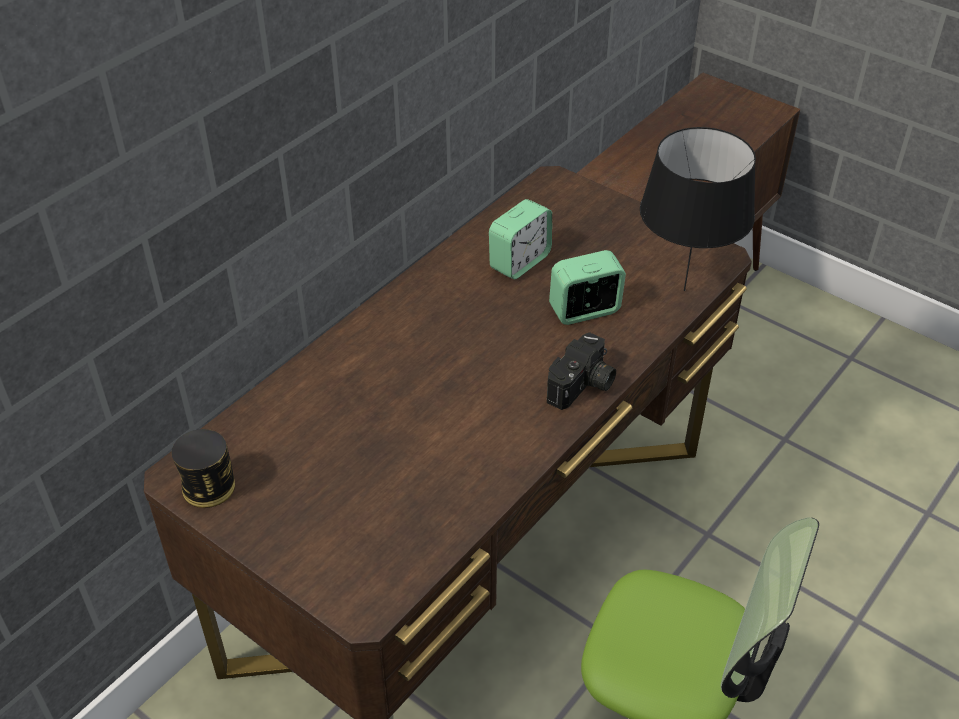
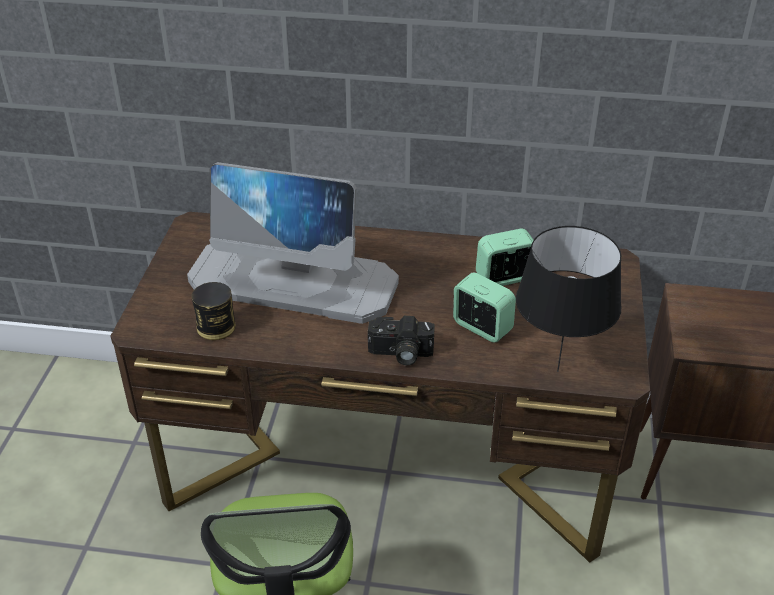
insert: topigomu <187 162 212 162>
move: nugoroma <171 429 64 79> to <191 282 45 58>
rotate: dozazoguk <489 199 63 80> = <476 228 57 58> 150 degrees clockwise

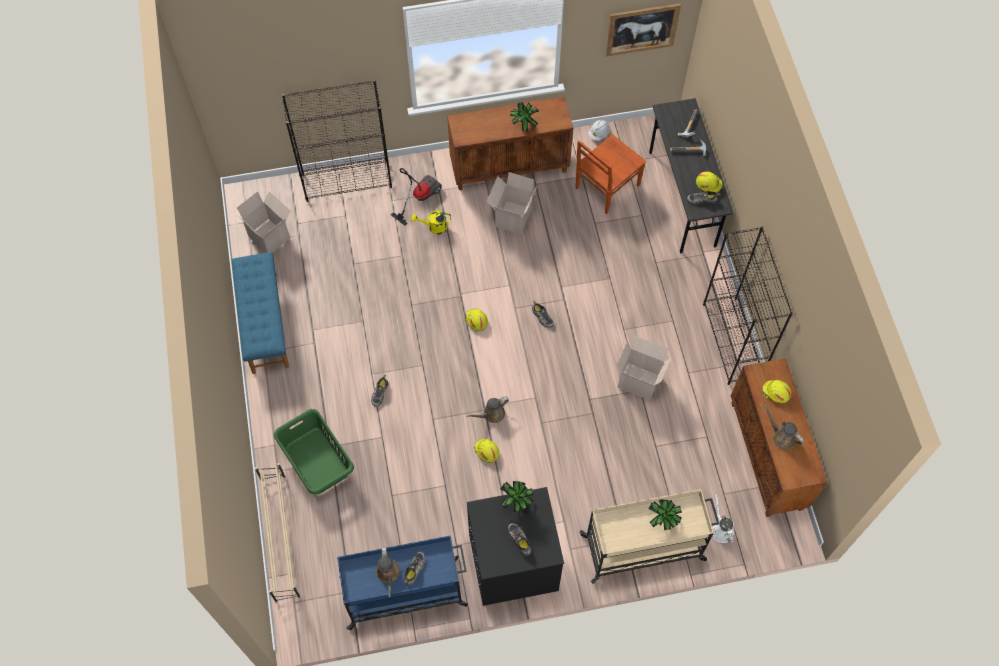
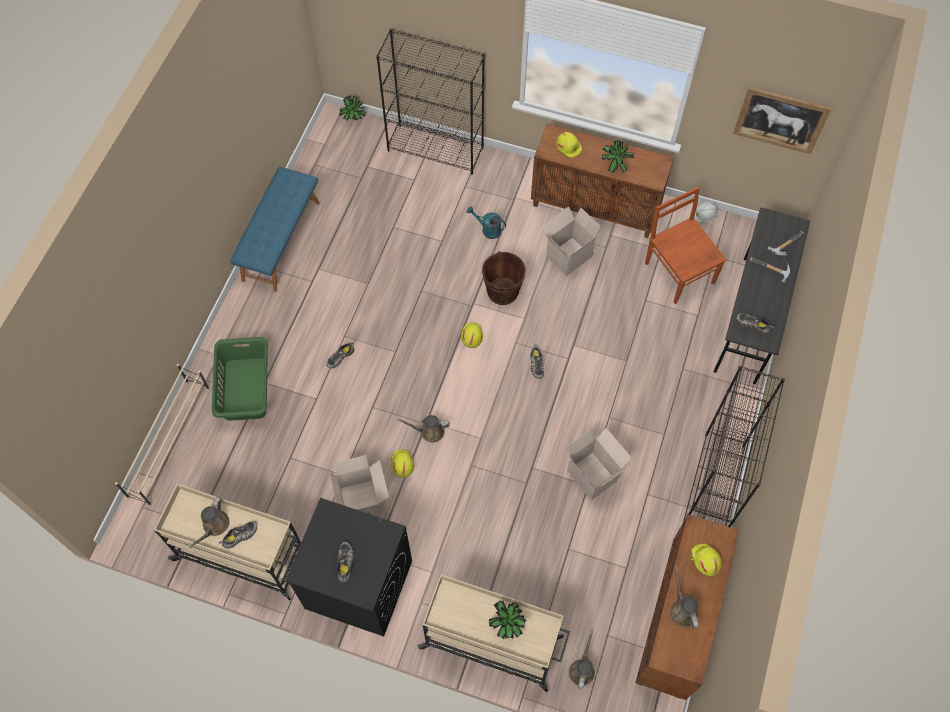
delete: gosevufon <391 168 51 58>
insert: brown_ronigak <482 251 44 54>
move: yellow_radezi <696 171 27 22> to <556 132 27 27>; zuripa <237 191 54 62> to <329 455 60 62>; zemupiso <501 481 32 31> to <339 95 27 26>
recolor: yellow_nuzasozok <412 210 39 25> to turquoise_nuzasozok <467 206 39 33>; white_nuzasozok <712 493 22 50> to brown_nuzasozok <569 629 26 60>; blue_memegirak <337 536 131 94> to beige_memegirak <154 484 147 117>
rotate: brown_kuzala <575 134 71 80> = <645 187 81 117> 75 degrees clockwise

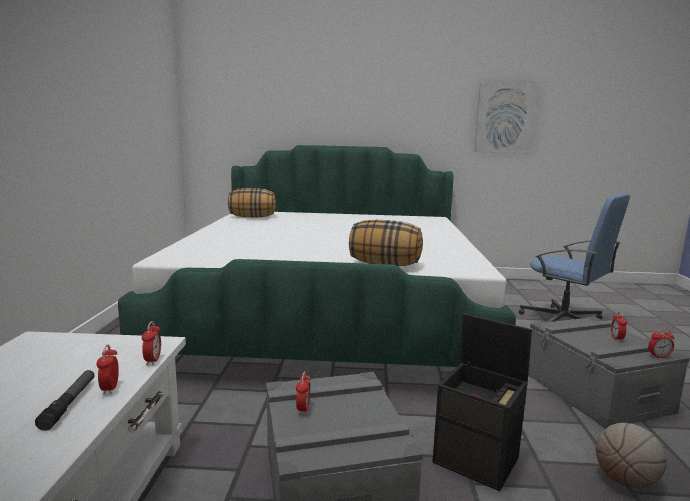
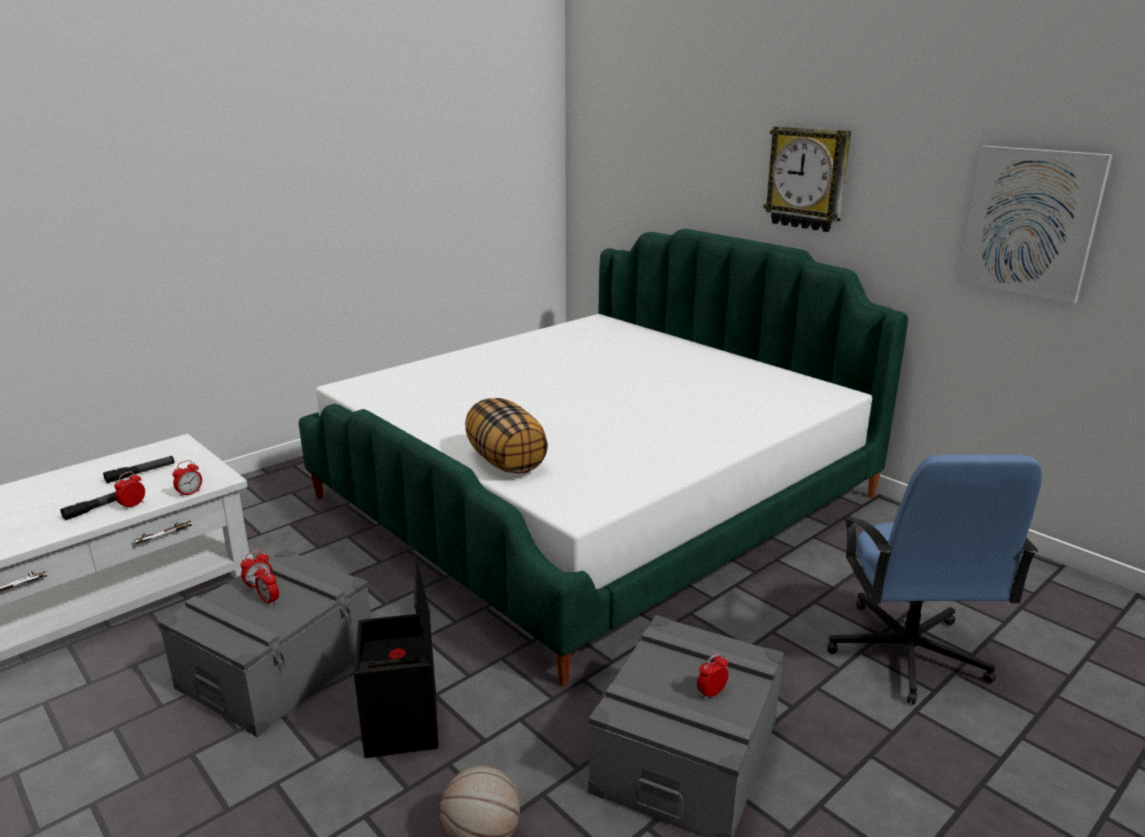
delete: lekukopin <228 188 48 29>
insert: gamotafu <763 126 88 106>; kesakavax <103 456 72 27>
move: dozazoguk <648 328 26 30> to <254 565 25 41>

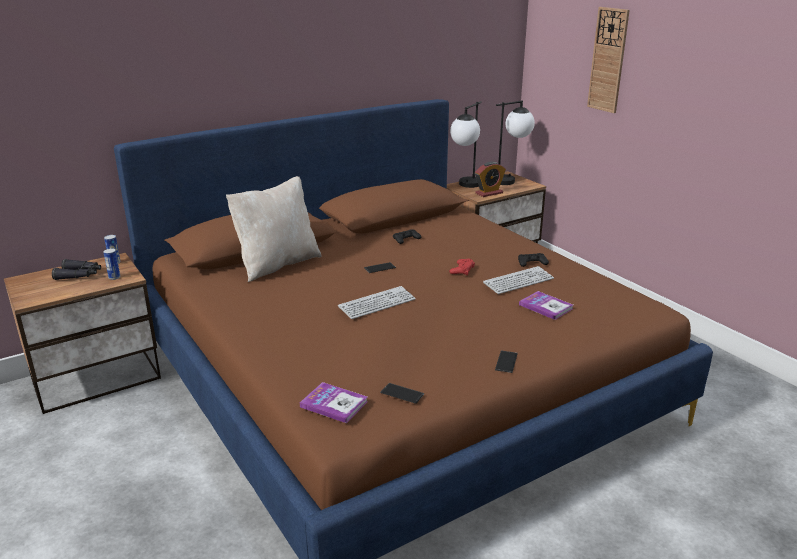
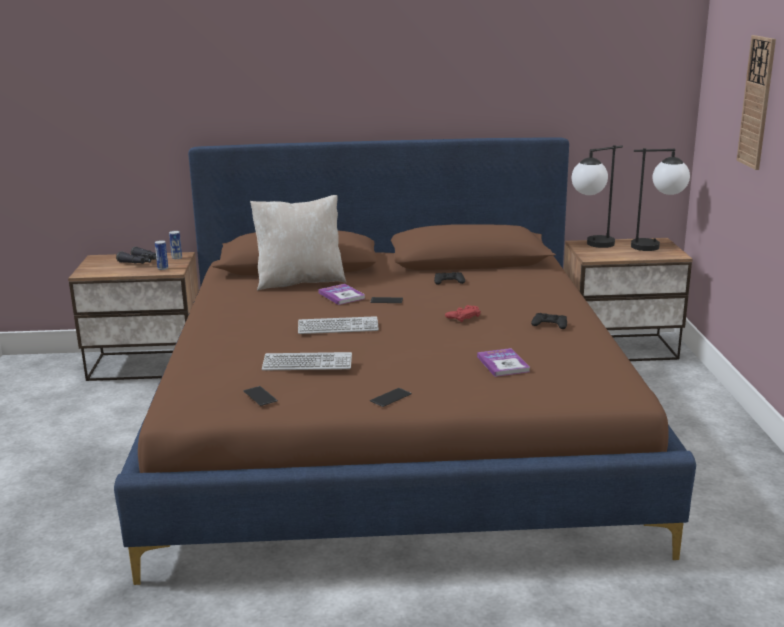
delete: dozazoguk <475 162 31 35>
move: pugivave <483 266 71 28> to <262 352 90 19>; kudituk <300 382 68 41> to <318 284 47 21>

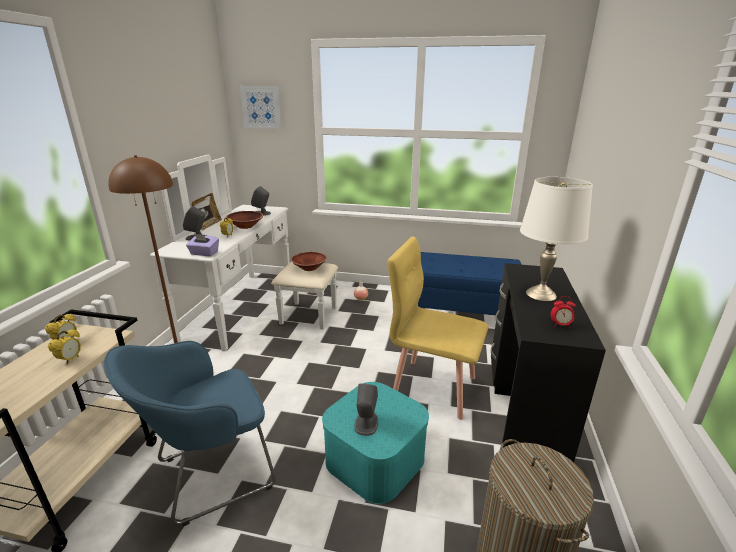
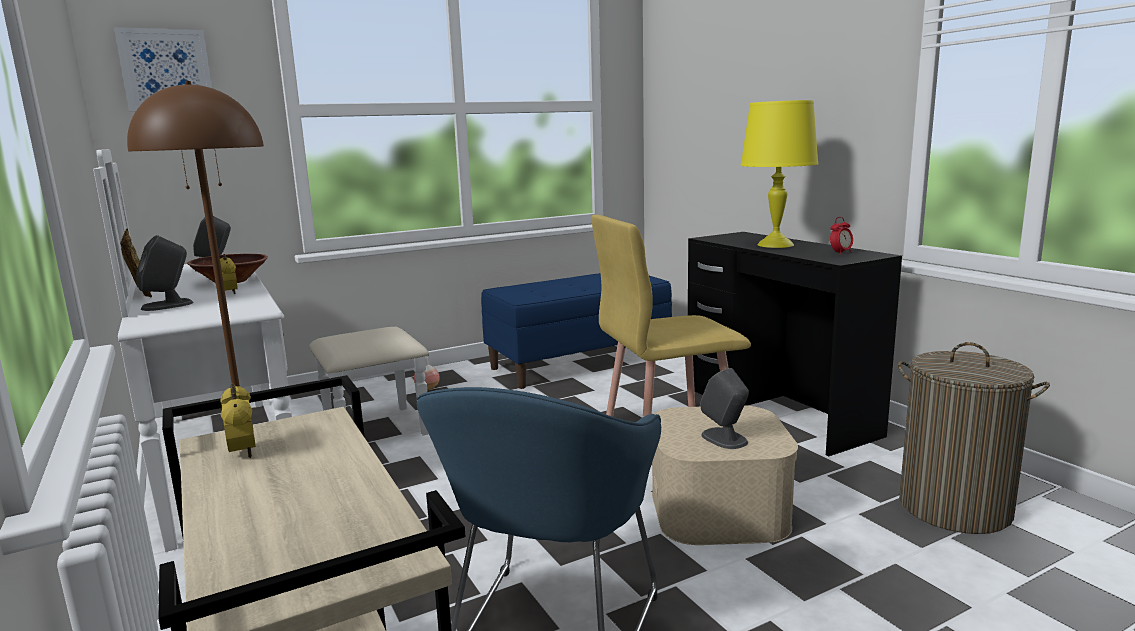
delete: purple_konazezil <186 234 33 22>; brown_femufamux <291 252 36 19>; dozazoguk <48 329 33 35>
recolor: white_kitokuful <520 177 73 124> to yellow_kitokuful <740 100 79 148>; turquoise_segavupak <322 382 107 122> to beige_segavupak <652 405 146 140>

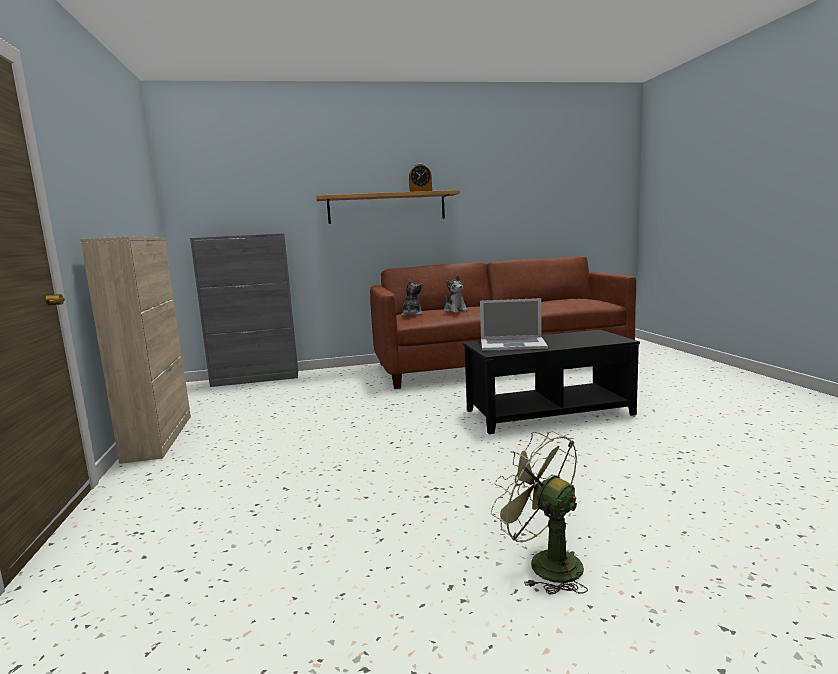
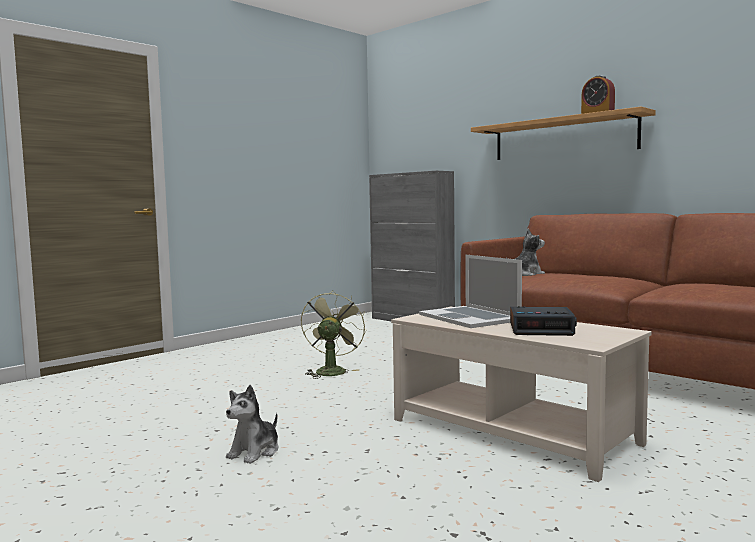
delete: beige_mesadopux <80 237 111 227>
insert: dozazoguk <510 306 67 30>
move: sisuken <444 275 24 38> to <226 385 52 79>; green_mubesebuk <491 431 97 163> to <301 290 65 89>
recolor: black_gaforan <463 330 177 104> to beige_gaforan <391 307 261 175>

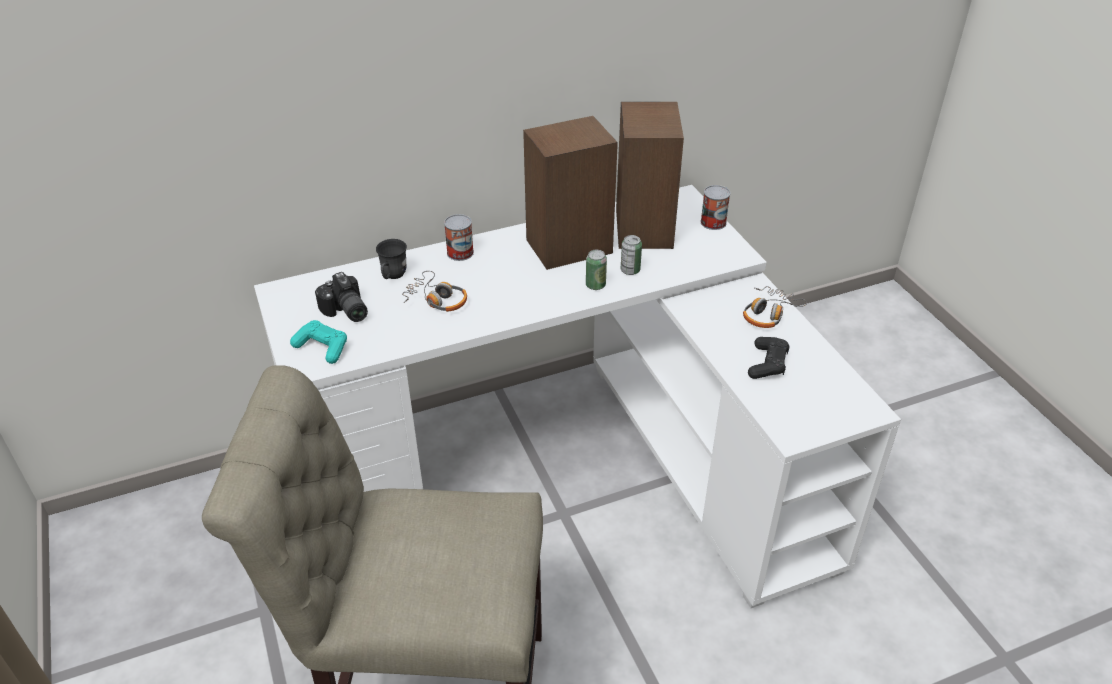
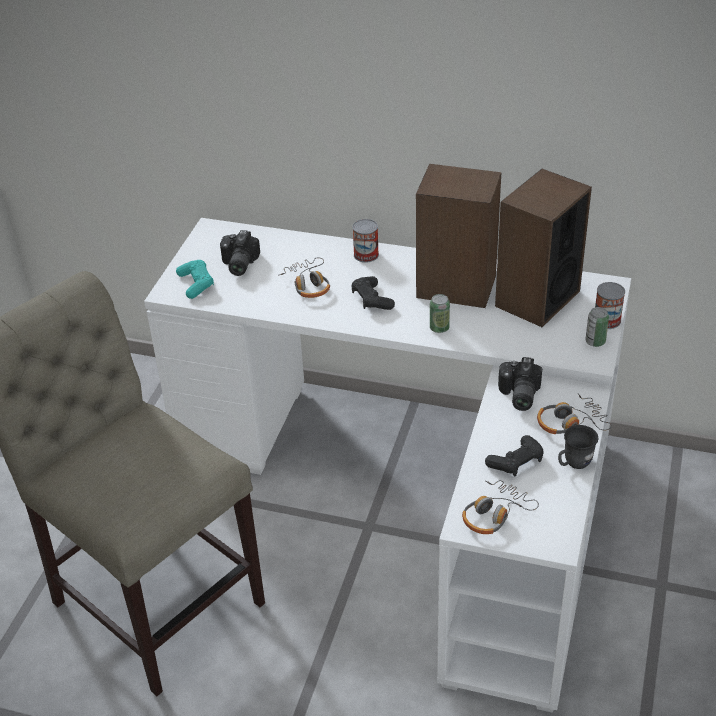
insert: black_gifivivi <351 276 44 34>; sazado <498 357 44 54>; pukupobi <462 480 77 54>
move: nugoroma <621 235 21 40> to <585 307 24 40>; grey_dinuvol <376 239 31 40> to <558 425 41 44>

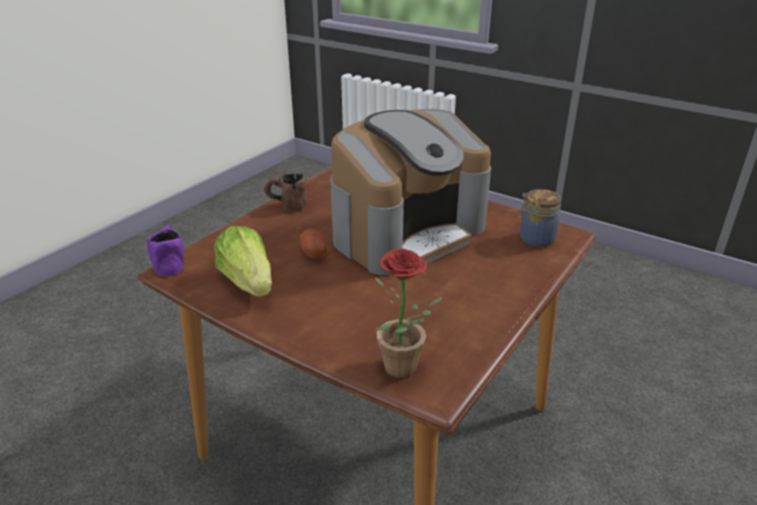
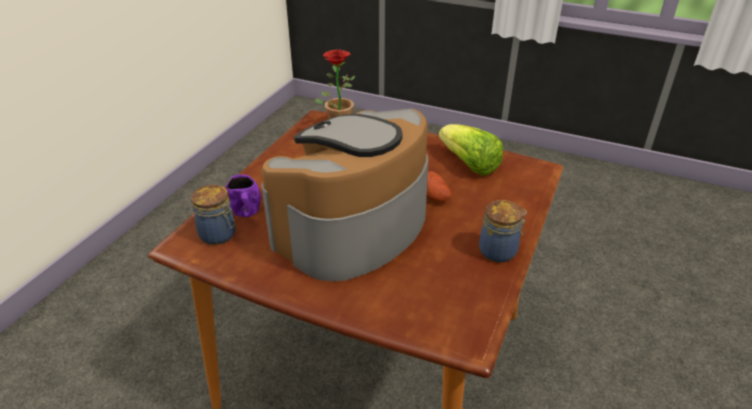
move: purple_dinuvol <147 224 37 52> to <225 174 36 43>
replace: brown_dinuvol <264 174 44 38> to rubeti <479 200 48 62>

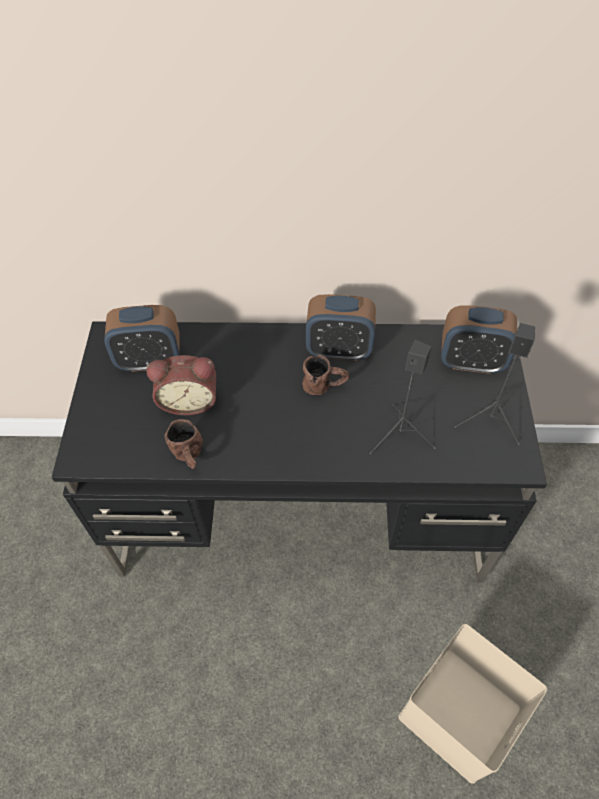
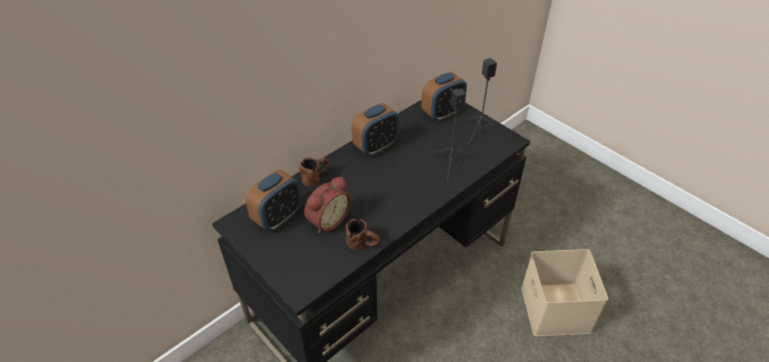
move: brown_dinuvol <302 355 47 40> to <299 158 30 29>

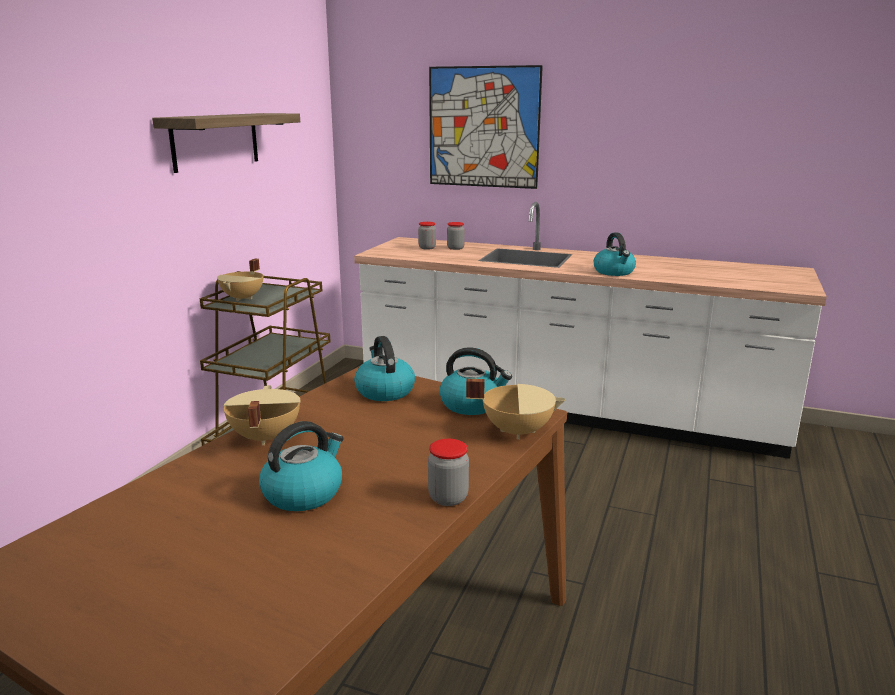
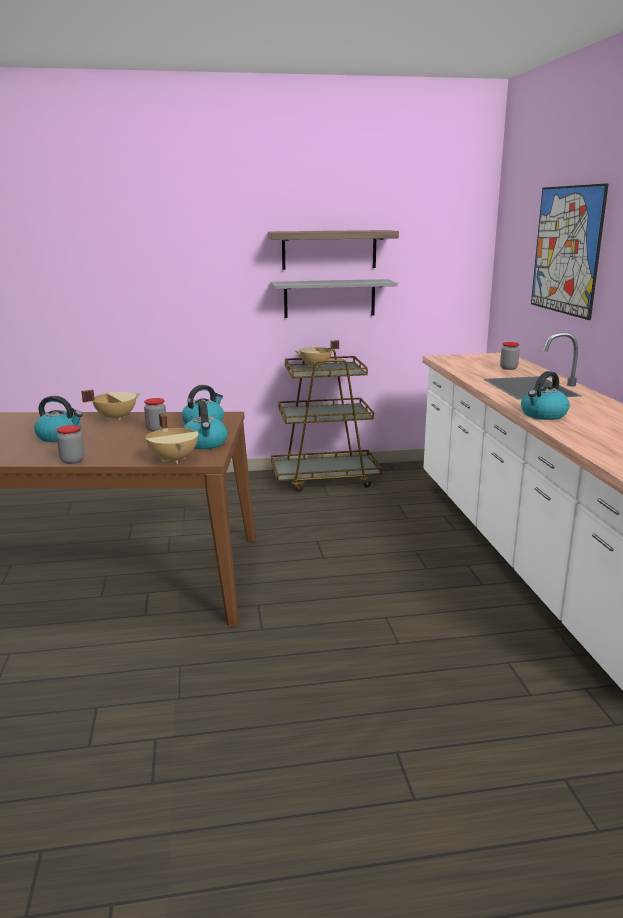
insert: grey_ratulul <270 279 128 39>
move: rubeti <418 222 18 28> to <144 398 22 34>

